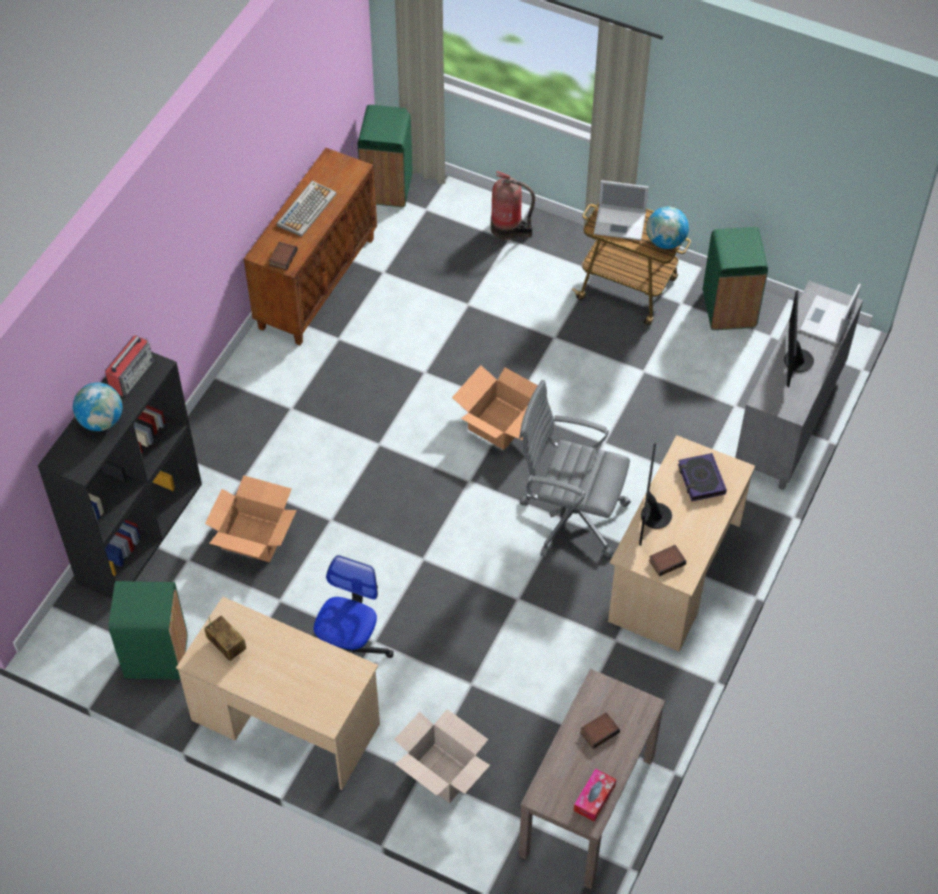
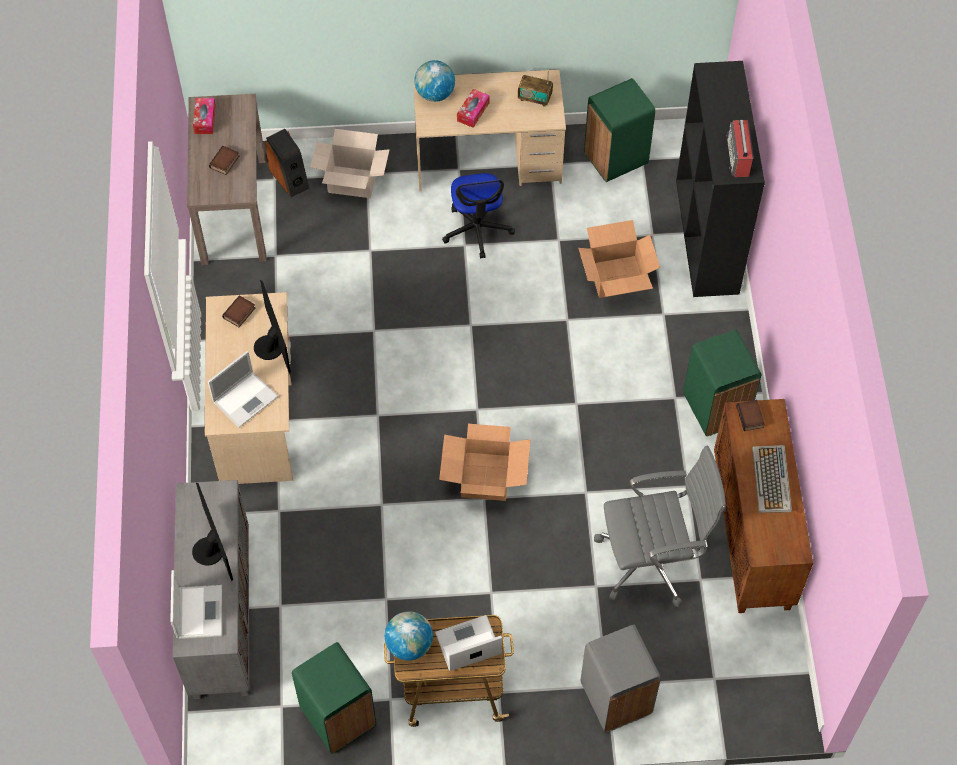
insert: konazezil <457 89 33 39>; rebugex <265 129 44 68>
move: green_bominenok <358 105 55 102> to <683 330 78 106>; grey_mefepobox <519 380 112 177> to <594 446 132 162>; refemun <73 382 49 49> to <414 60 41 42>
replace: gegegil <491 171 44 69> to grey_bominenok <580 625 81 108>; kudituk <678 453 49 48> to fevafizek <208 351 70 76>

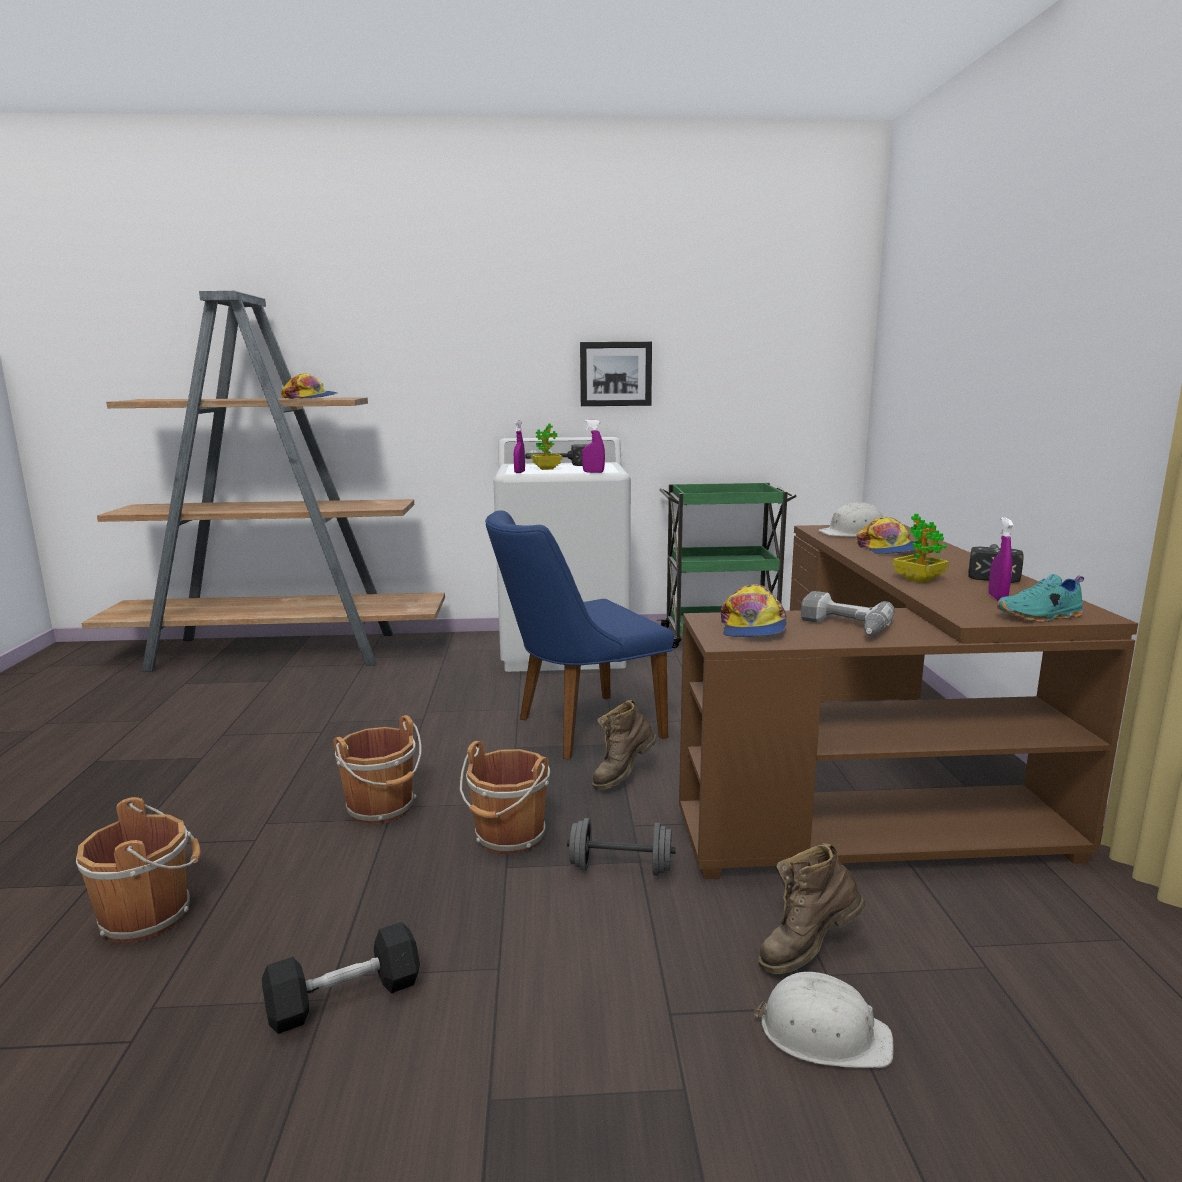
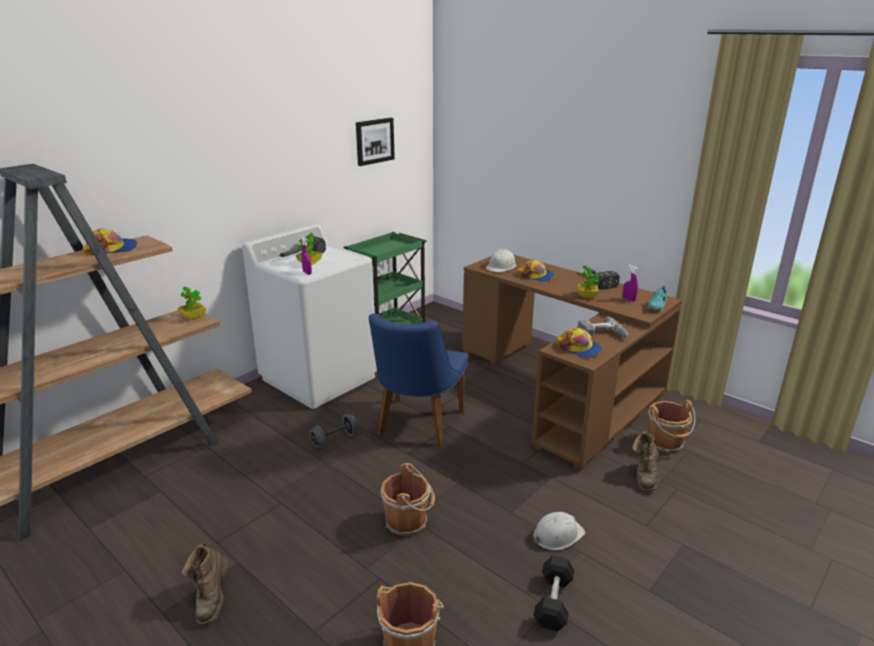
delete: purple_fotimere <582 420 23 53>
insert: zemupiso <178 286 28 34>
move: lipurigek <580 342 72 64> to <356 118 39 48>; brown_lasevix <592 700 65 89> to <182 544 46 82>; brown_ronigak <460 741 90 113> to <648 400 47 53>; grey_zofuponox <567 818 109 58> to <310 414 49 34>; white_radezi <753 972 141 96> to <533 512 52 38>

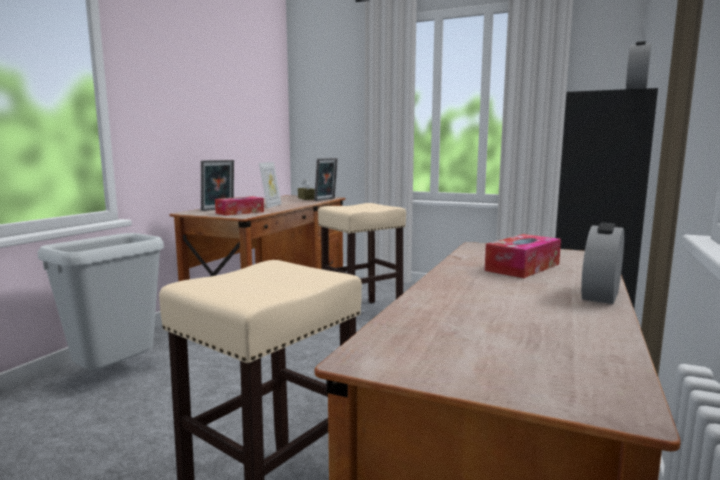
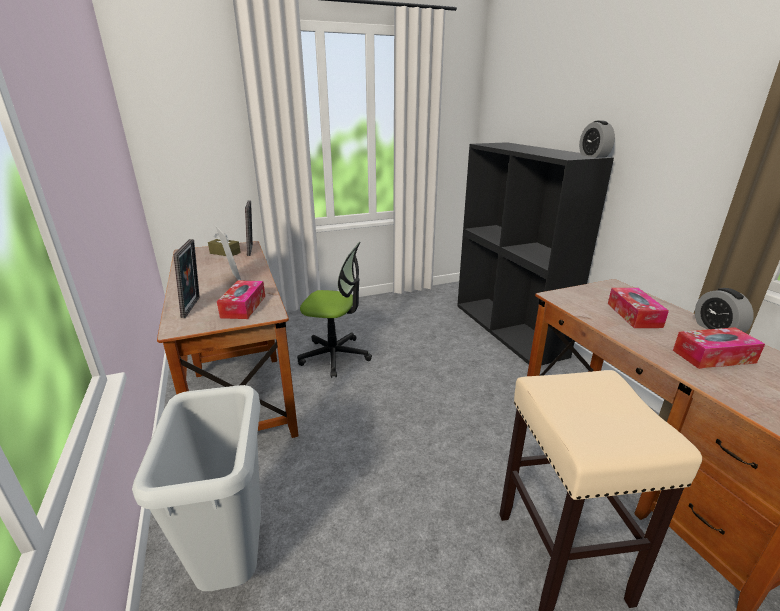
insert: konazezil <673 327 92 42>
replace: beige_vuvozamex <318 203 88 100> to mefepobox <297 242 75 136>

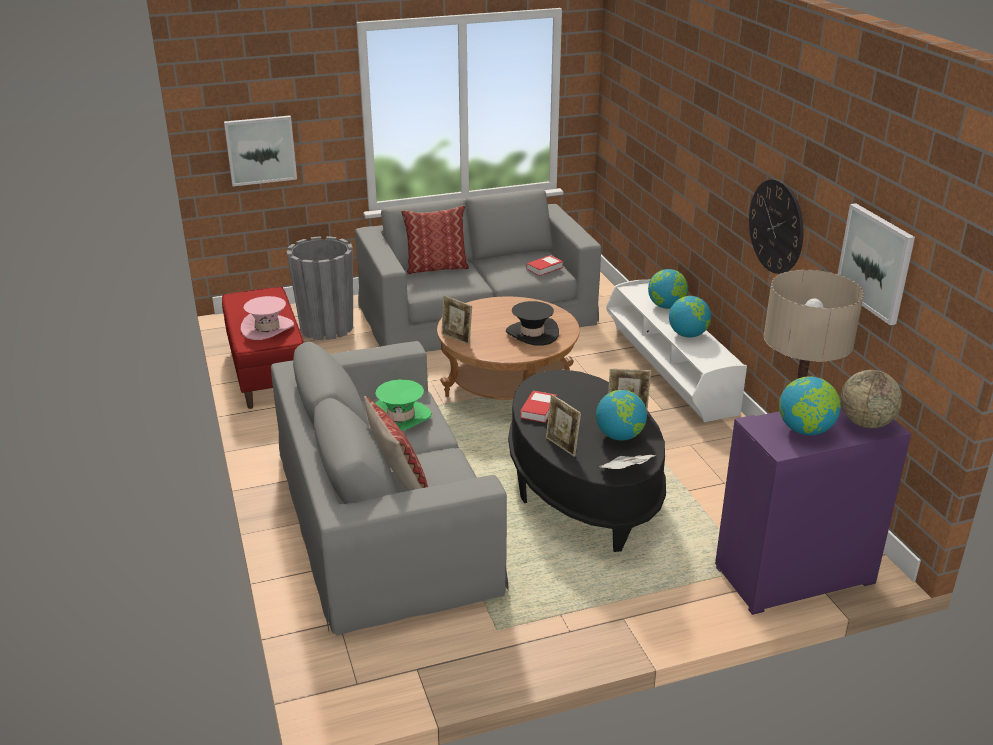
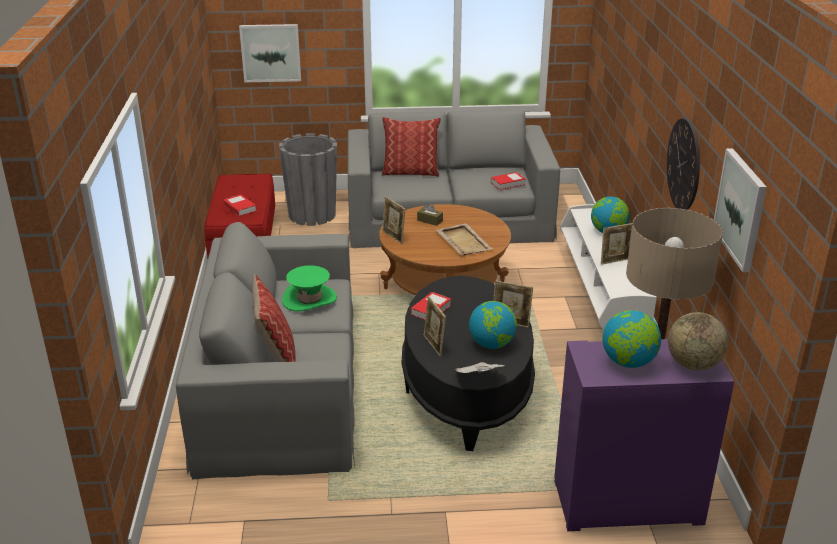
insert: brown_konazezil <417 203 26 23>
replace: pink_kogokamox <241 296 53 44> to kudituk <224 194 32 22>; refemun <669 296 42 42> to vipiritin <601 223 31 42>; black_kogokamox <506 301 53 45> to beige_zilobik <435 223 58 32>

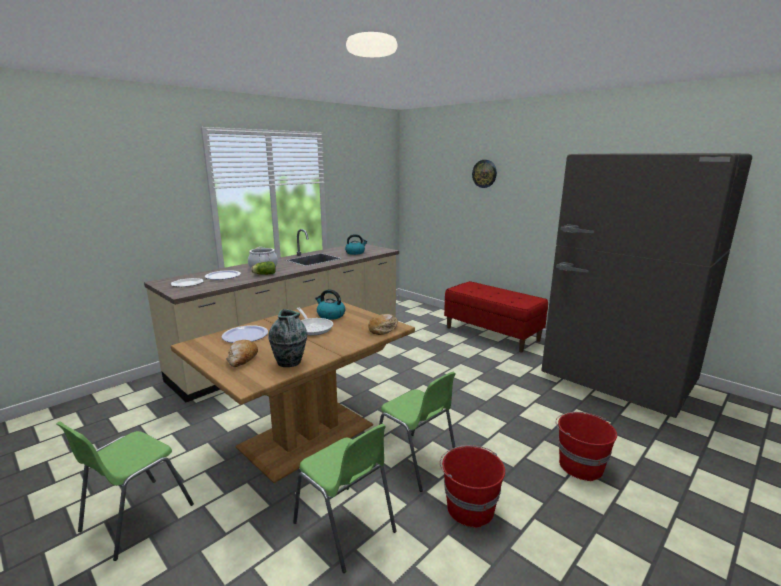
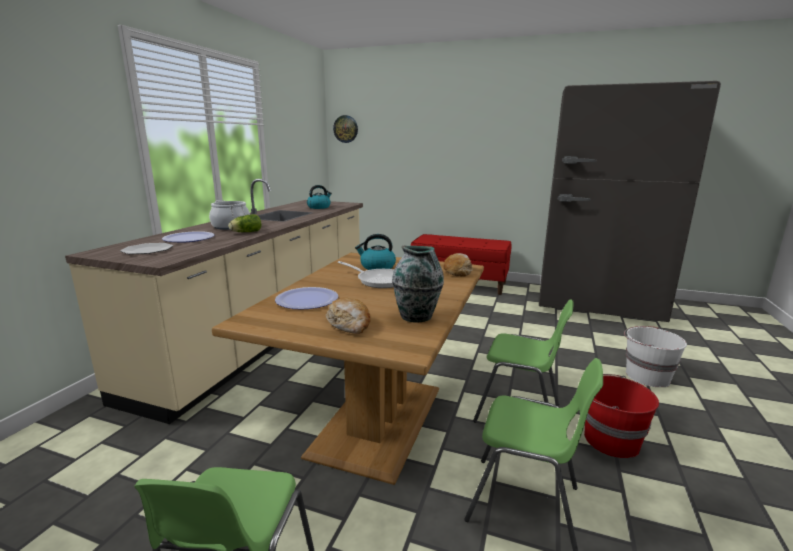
move: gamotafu <472 160 25 28> to <333 115 25 28>
recolor: red_ronigak <556 412 61 69> to white_ronigak <624 326 63 61>

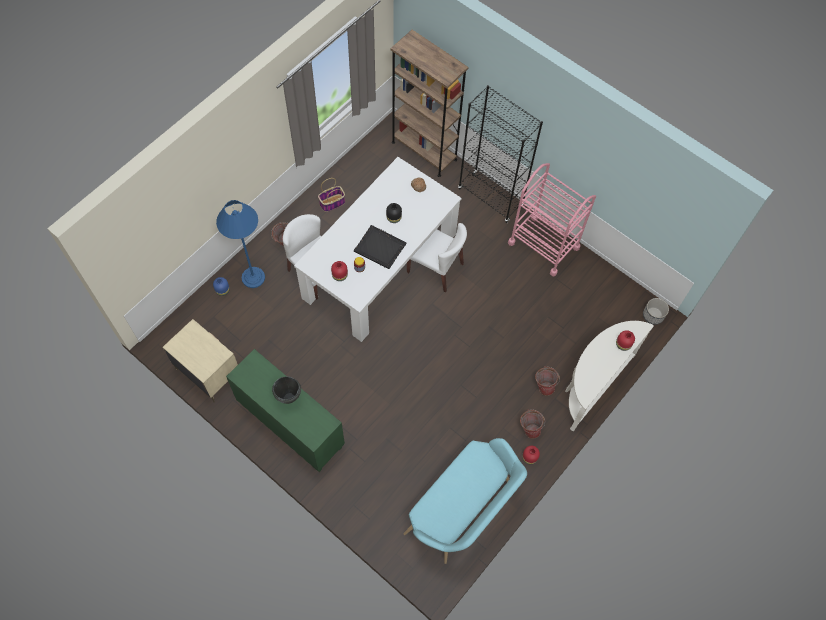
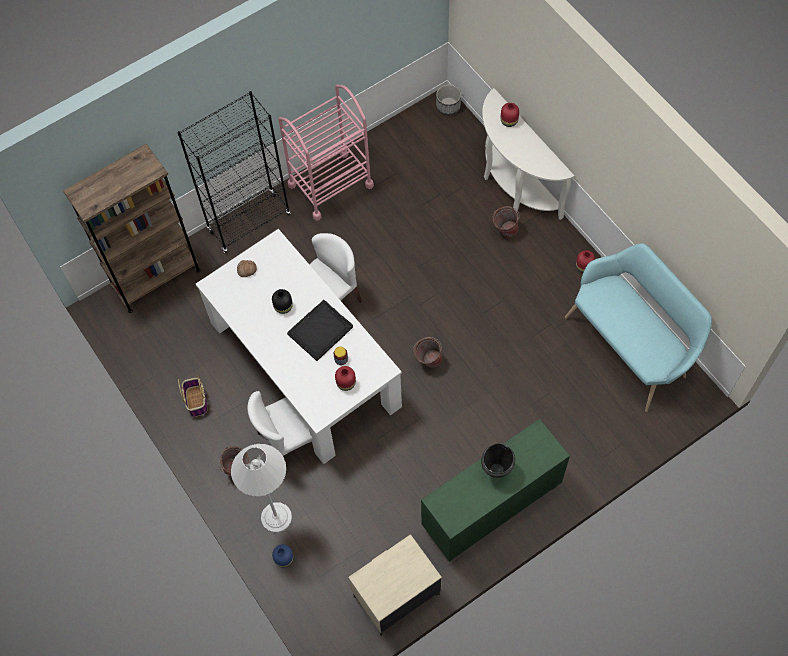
move: ronigak <520 409 25 30> to <413 337 29 31>
recolor: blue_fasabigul <216 200 49 88> to white_fasabigul <231 444 61 89>

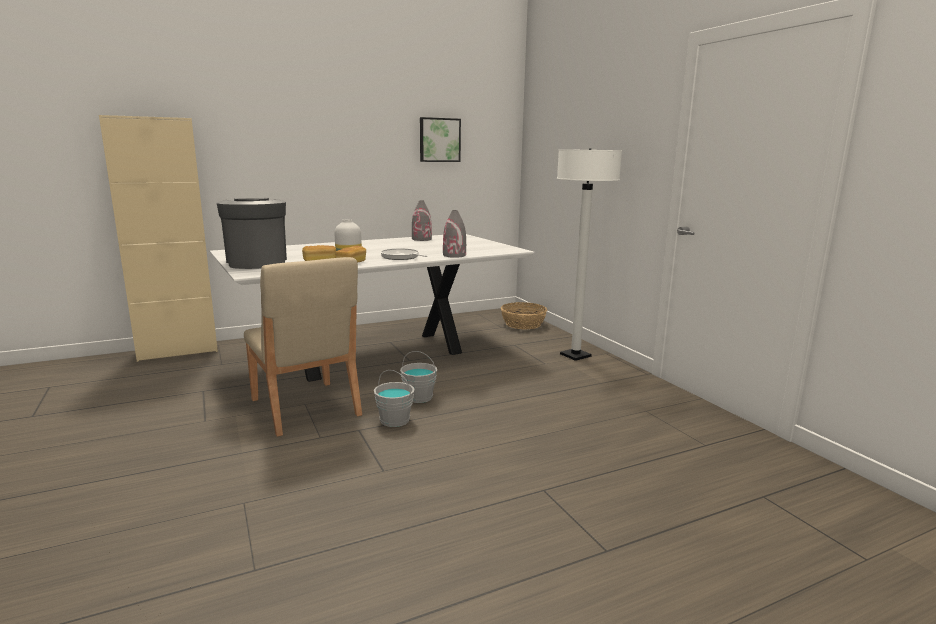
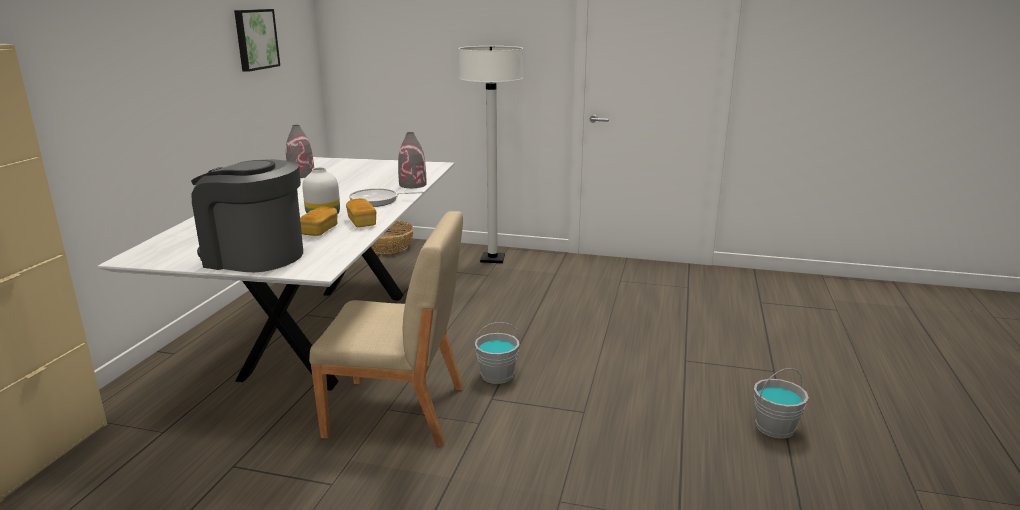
move: grey_ronigak <400 351 37 52> to <754 368 55 71>

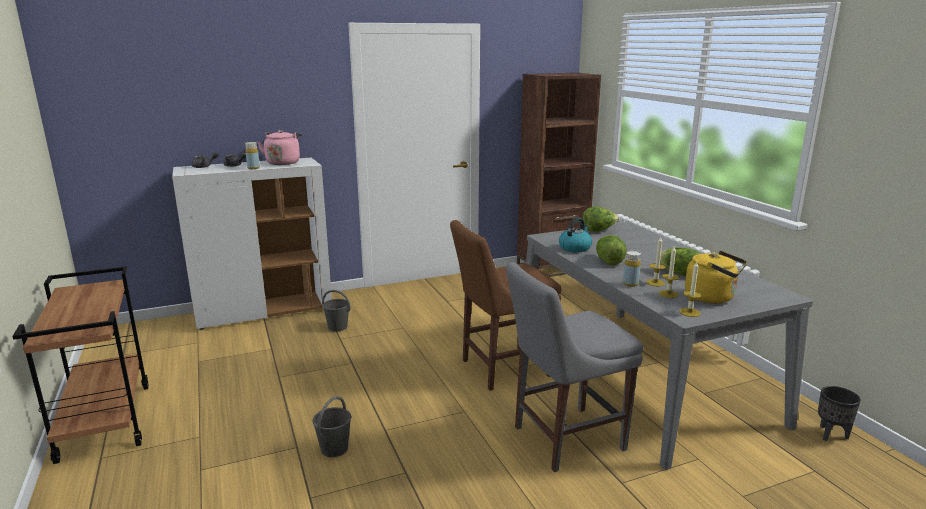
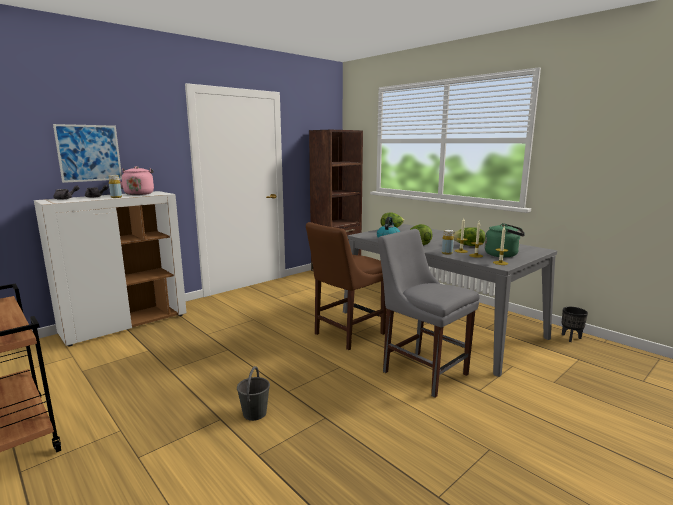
delete: grey_ronigak <322 290 28 42>
insert: lipurigek <53 124 69 59>
recolor: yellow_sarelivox <685 251 62 53> to green_sarelivox <484 223 41 34>
rotate: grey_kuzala <506 262 137 210> = <378 229 102 169> 90 degrees clockwise

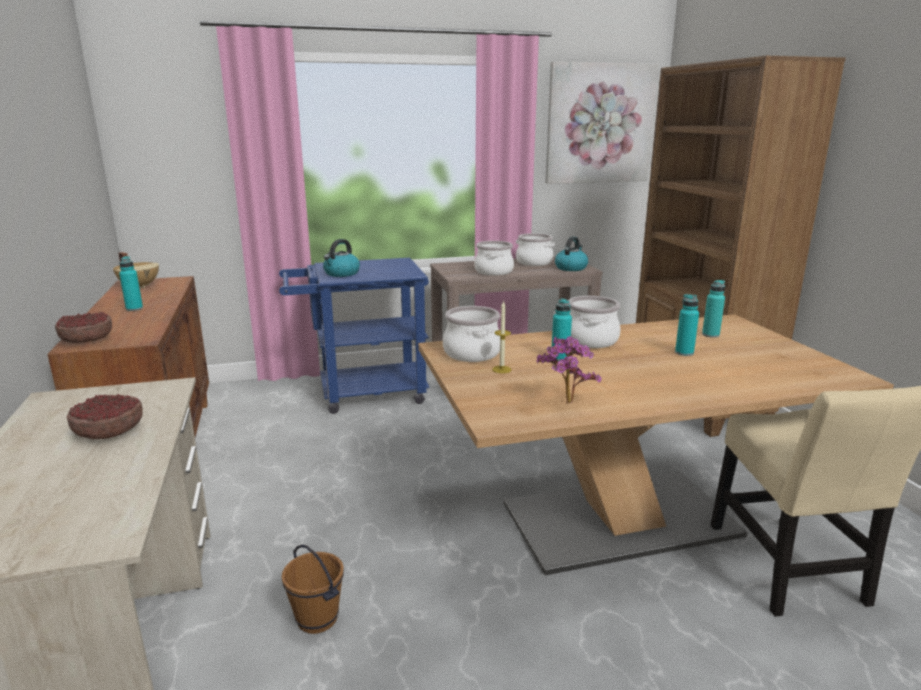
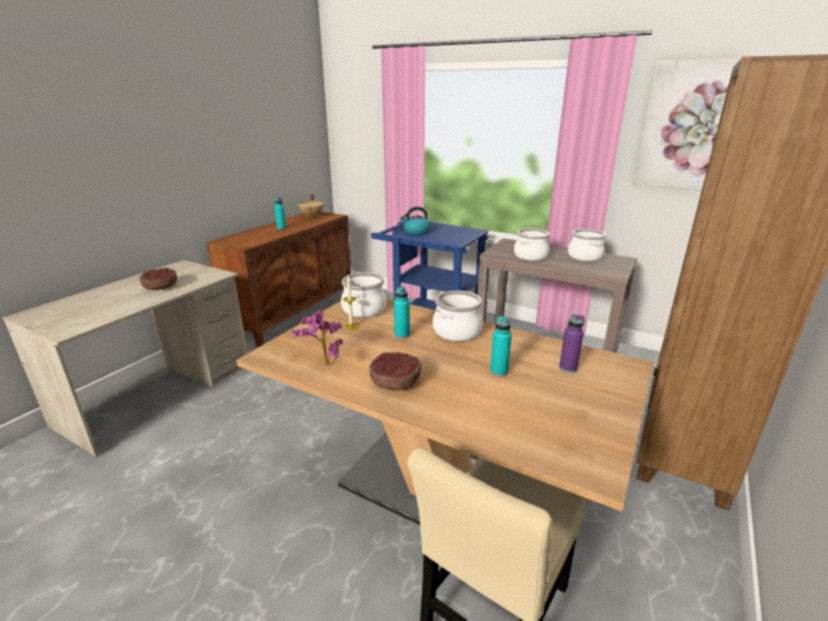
delete: sarelivox <555 237 33 34>; brown_ronigak <282 544 62 90>
move: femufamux <55 312 57 31> to <370 352 51 39>
recolor: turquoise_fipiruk <702 280 23 58> to purple_fipiruk <559 315 26 58>

